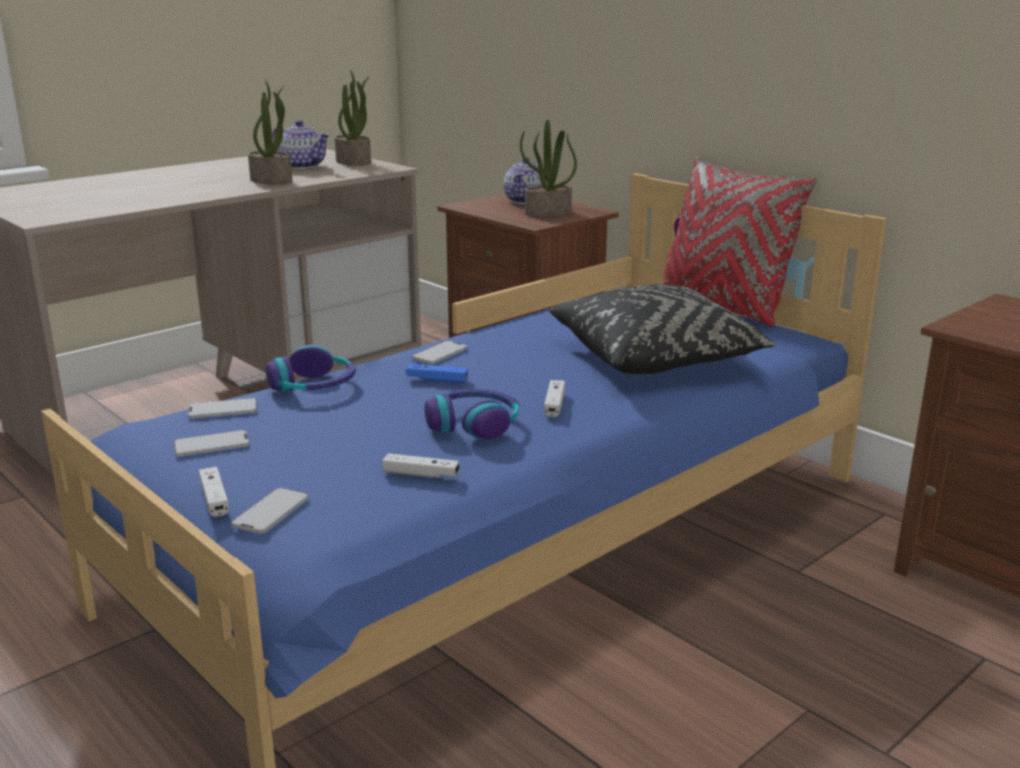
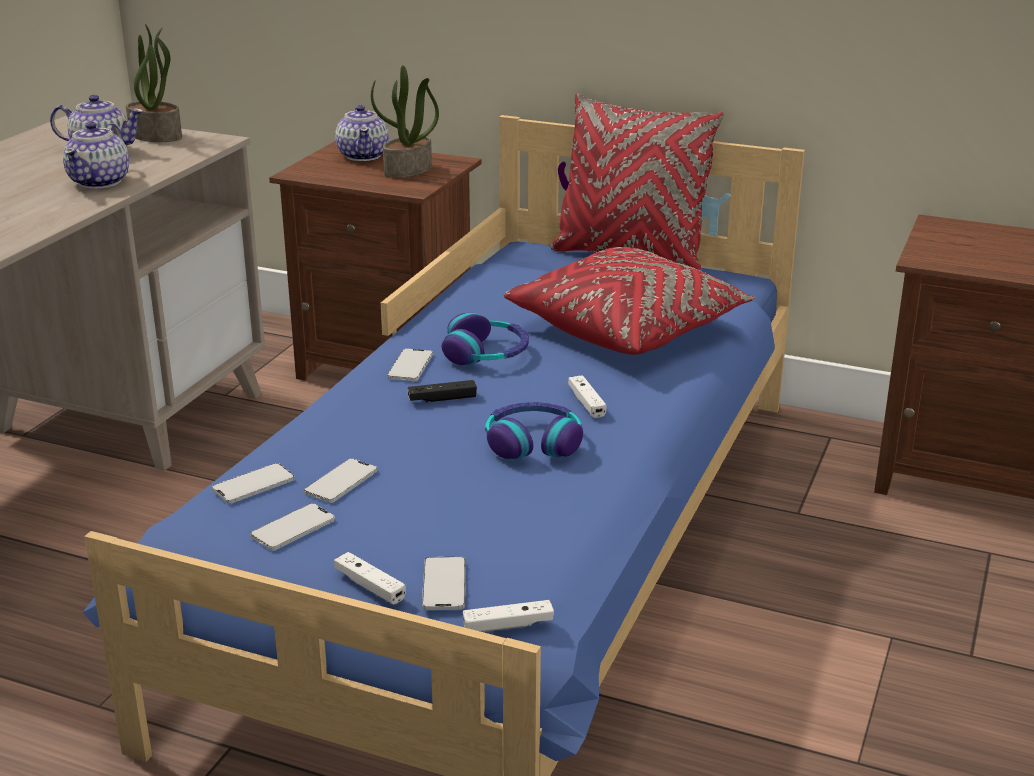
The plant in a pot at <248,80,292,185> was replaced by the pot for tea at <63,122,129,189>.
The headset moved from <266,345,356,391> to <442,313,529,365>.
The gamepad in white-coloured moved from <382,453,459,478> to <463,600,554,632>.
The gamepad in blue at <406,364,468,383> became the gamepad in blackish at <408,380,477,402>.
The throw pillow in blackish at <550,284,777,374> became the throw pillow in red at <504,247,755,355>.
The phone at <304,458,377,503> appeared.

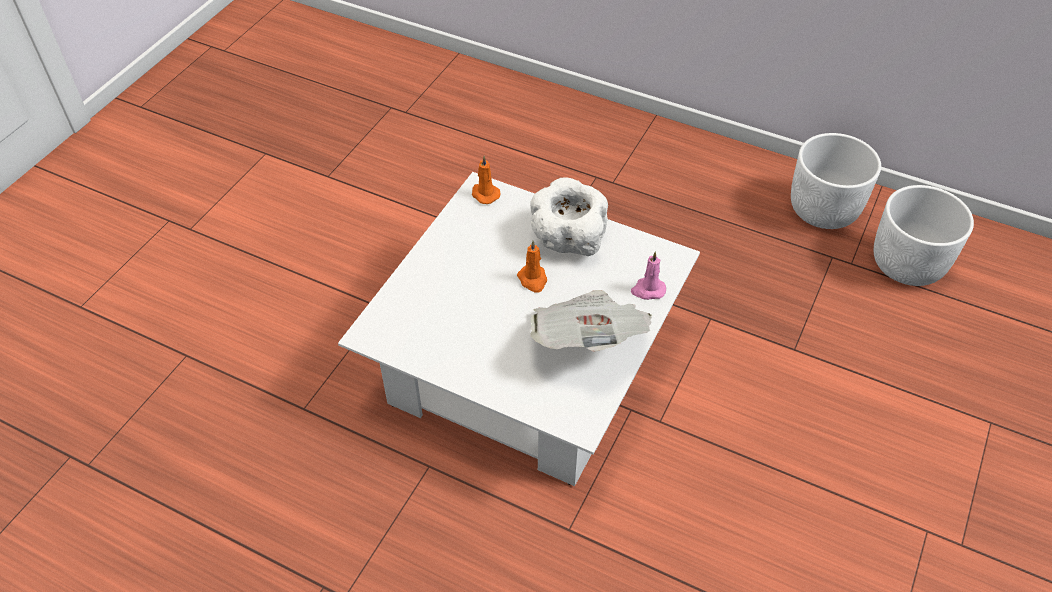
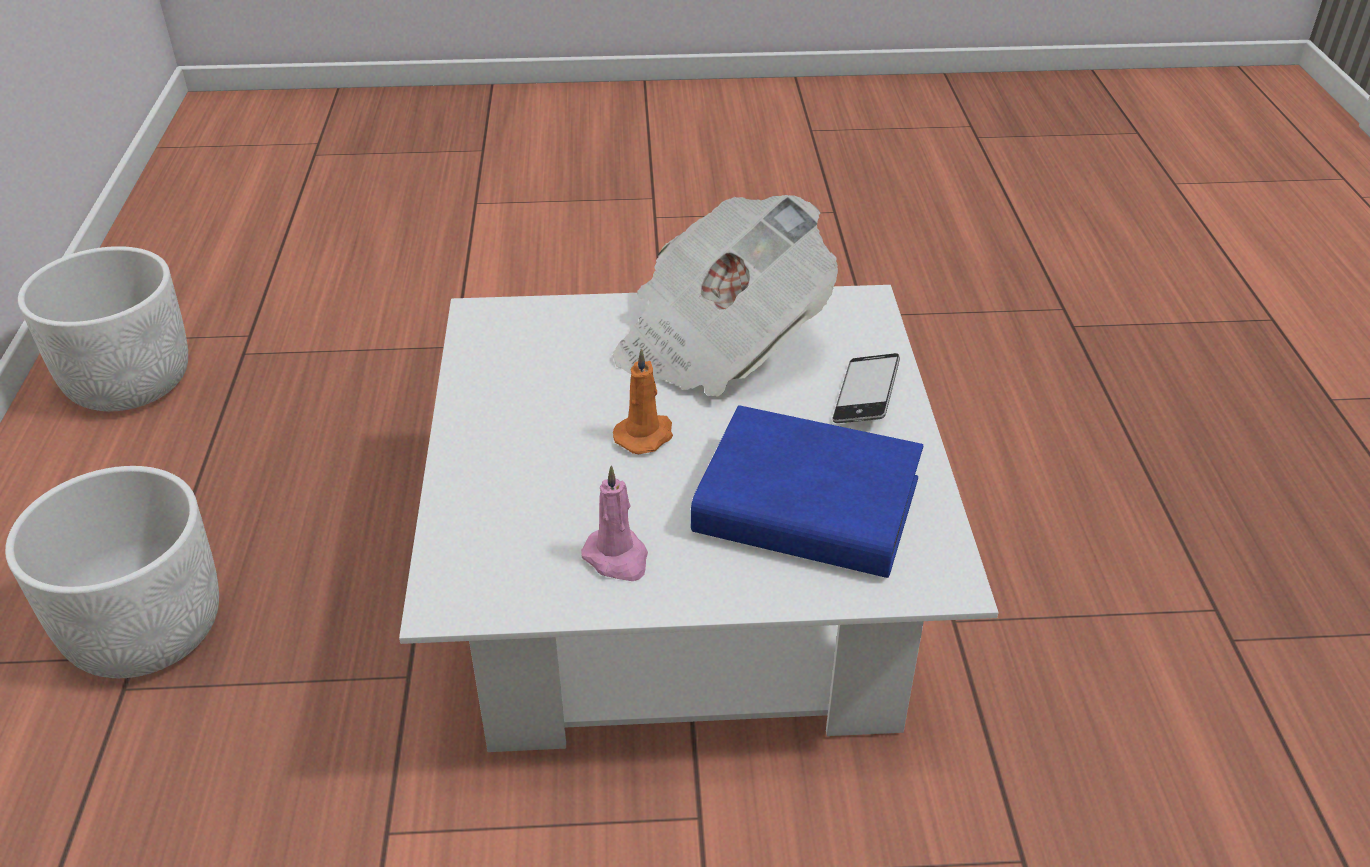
The wax candle in orangey at <472,156,501,204> disappeared.
The deep dish in white-coloured at <530,177,608,256> disappeared.
The wax candle in pinkish moved from <631,251,666,300> to <581,466,648,581>.
The flower pot in white-coloured moved from <874,185,974,286> to <5,466,219,678>.
The book in blue at <691,405,923,578> appeared.
The phone at <833,353,900,423> appeared.

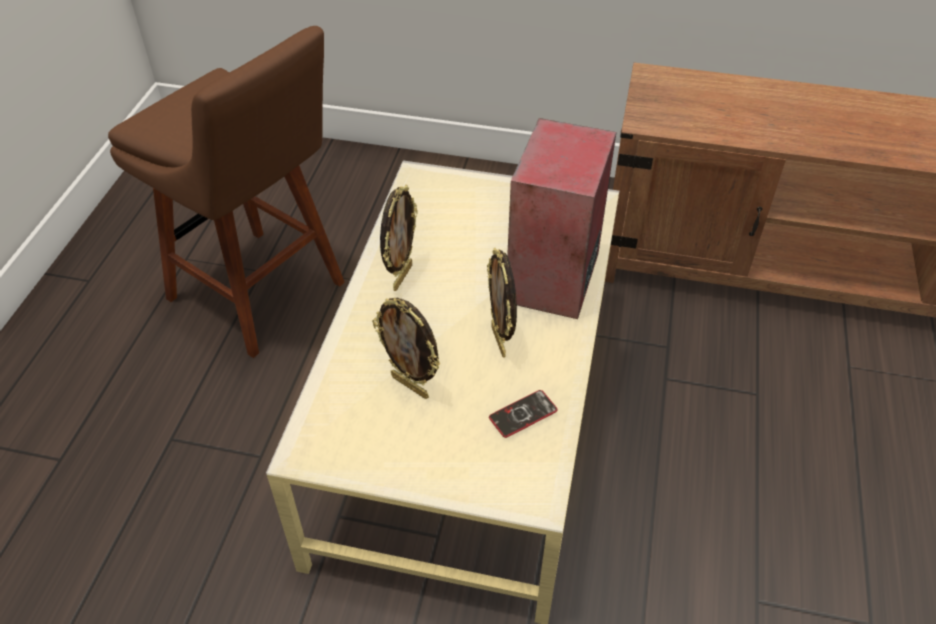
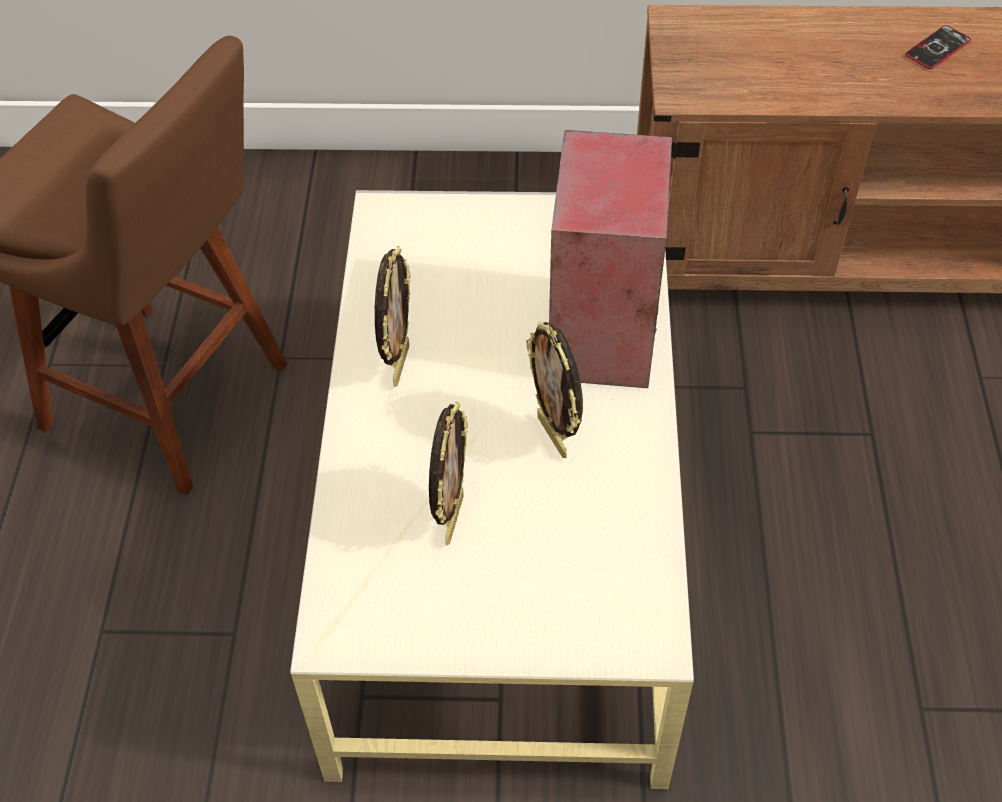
The standing frame at <372,298,440,399> turned 105 degrees counterclockwise.
The phone moved from <489,390,558,438> to <905,25,971,69>.

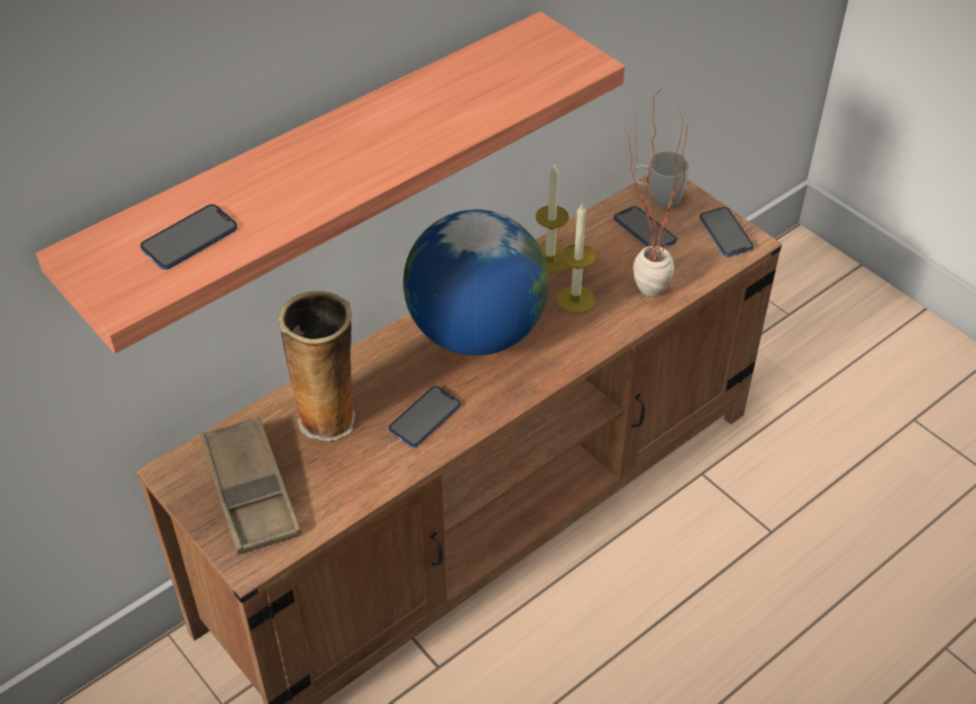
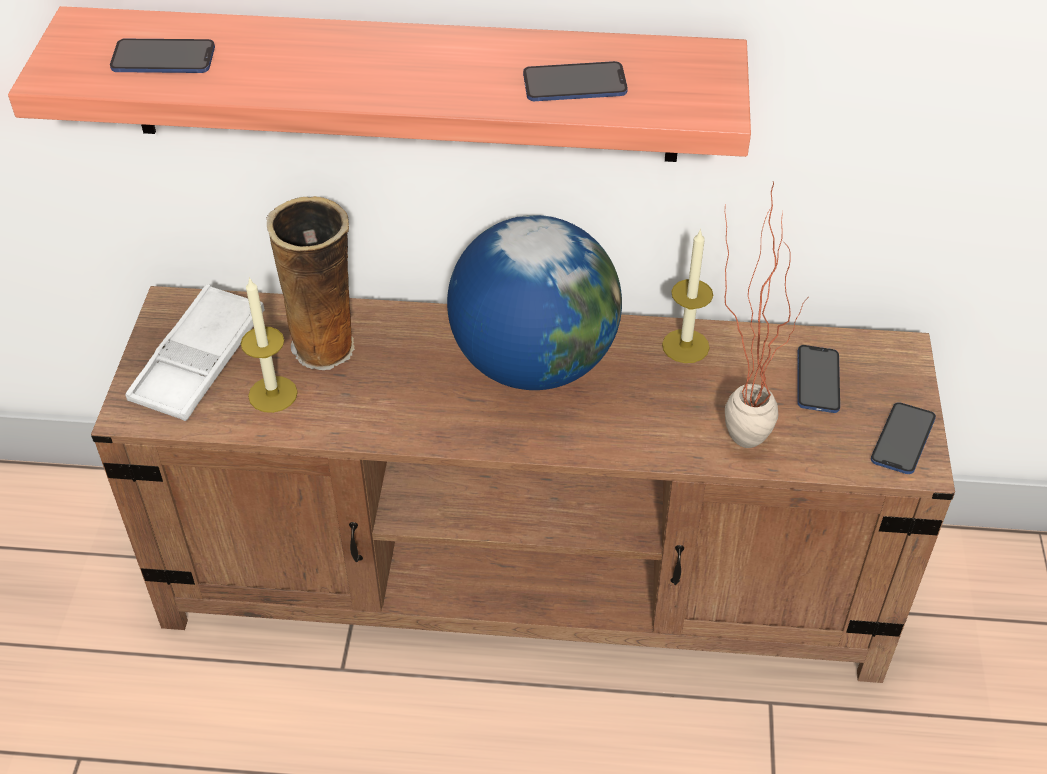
The tray in brownish at <200,417,301,555> became the tray in white-coloured at <125,284,265,421>.
The phone moved from <389,386,460,448> to <523,61,628,101>.
The wax candle moved from <556,202,596,314> to <241,277,298,413>.
The mug in white-coloured at <632,151,689,207> disappeared.

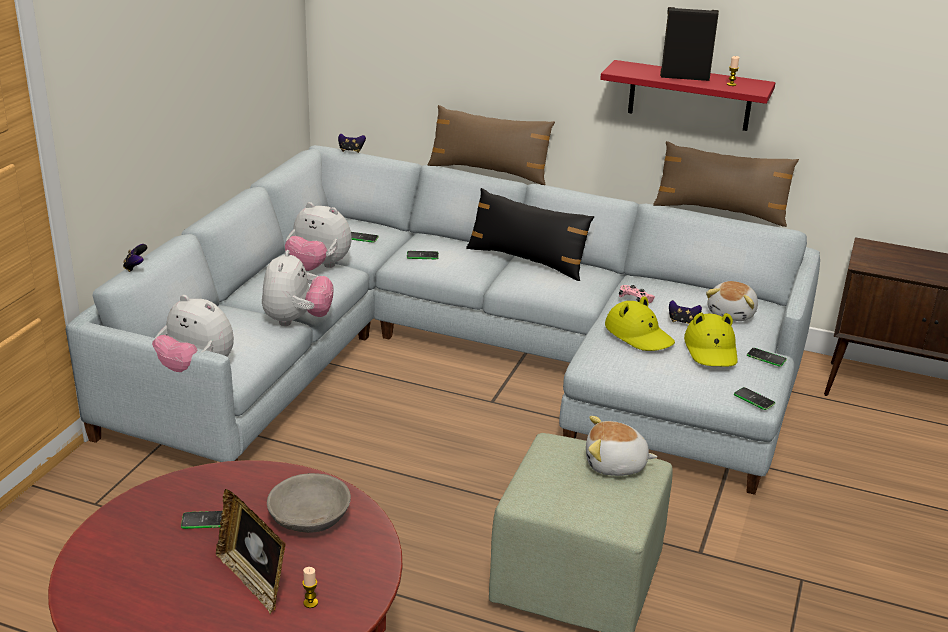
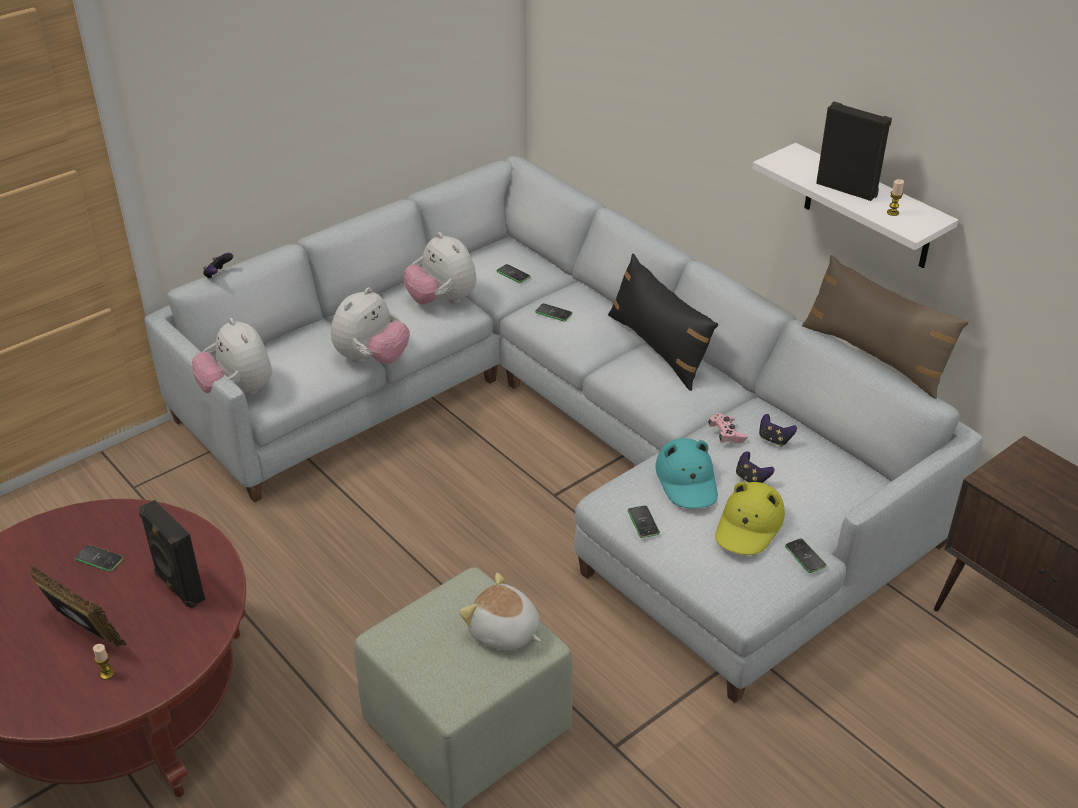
The standing frame at <216,489,286,614> turned 135 degrees clockwise.
The deep dish in grey at <267,473,351,533> was replaced by the audio speaker in blackish at <139,500,205,608>.
The gamepad moved from <338,134,366,153> to <759,414,797,447>.
The throw pillow in brownish at <428,105,555,185> disappeared.
The shelf in red at <600,60,776,131> became the shelf in white-coloured at <752,143,958,268>.
The wearable hat in yellow at <605,296,675,351> became the wearable hat in blue-green at <656,438,718,508>.
The plush toy at <706,281,758,321> disappeared.
The phone moved from <734,387,775,410> to <628,505,660,538>.

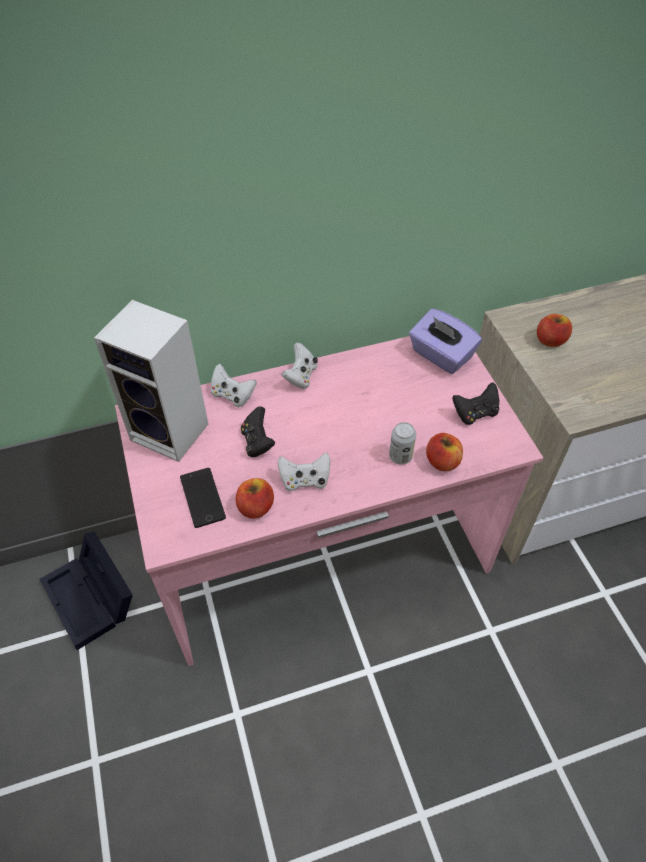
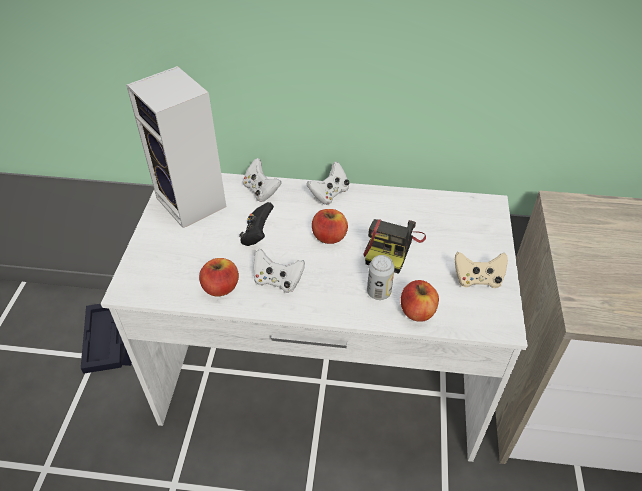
The desk table in pinkish at <115,336,543,666> became the desk table in white-coloured at <101,173,528,462>.
The phone at <180,468,226,528> disappeared.
The tissue box in purple at <409,309,482,374> disappeared.
The gamepad in blackish at <452,382,500,425> became the gamepad in beige-coloured at <455,252,508,288>.
The whole apple moved from <537,314,572,347> to <312,209,348,244>.
The still camera at <363,219,426,274> appeared.

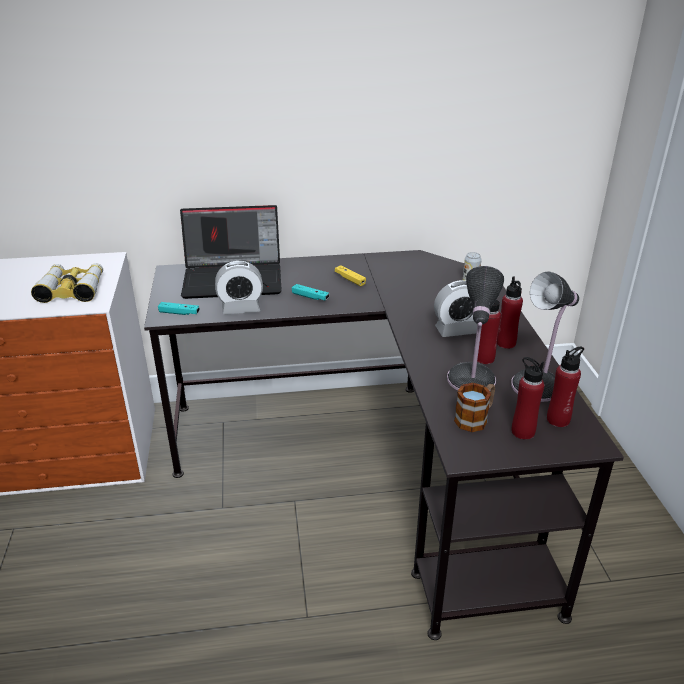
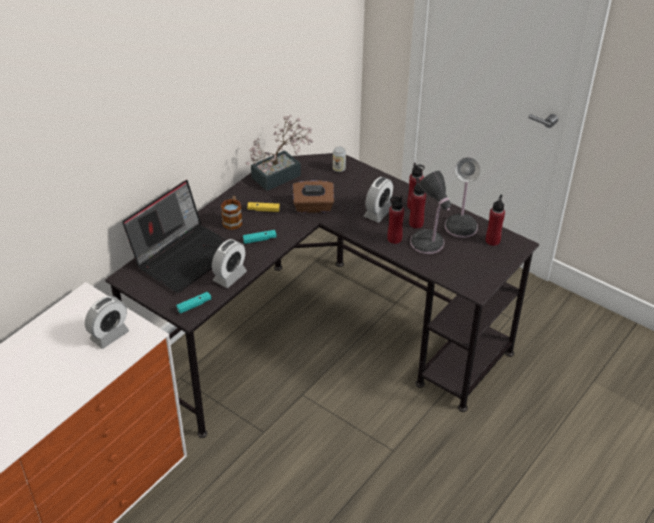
The pair of binoculars at <31,263,103,303> was replaced by the bedside clock at <85,296,129,349>.
The mug moved from <454,383,495,432> to <221,196,243,230>.
The drink bottle in red moved from <511,357,545,440> to <387,195,404,244>.
The plant in a pot at <246,115,313,191> appeared.
The tissue box in brownish at <293,180,334,213> appeared.

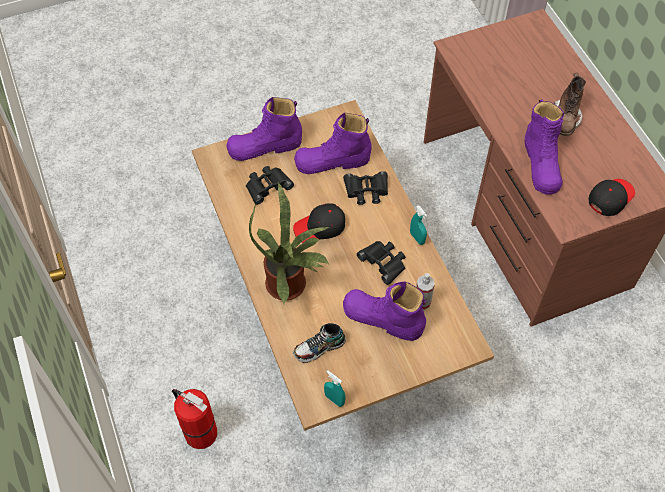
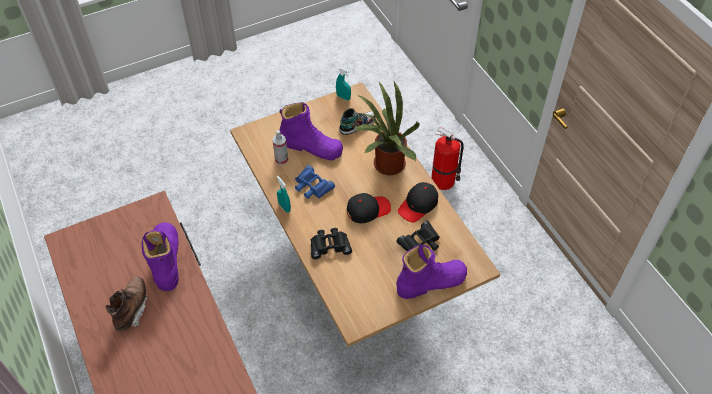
The boot in purple at <294,113,372,174> disappeared.
The pair of binoculars in blackish at <357,241,405,285> became the pair of binoculars in blue at <295,165,335,199>.
The peaked cap in blackish moved from <588,179,635,216> to <398,182,438,223>.

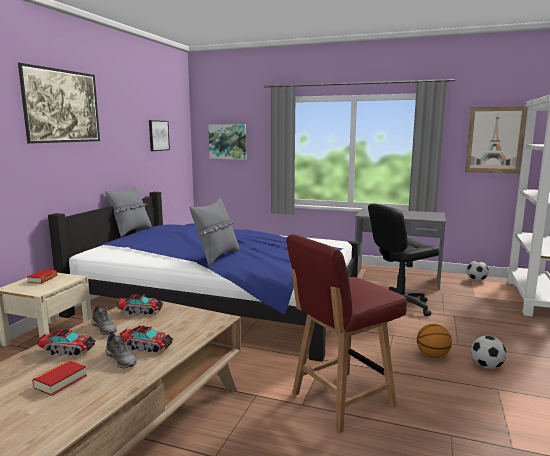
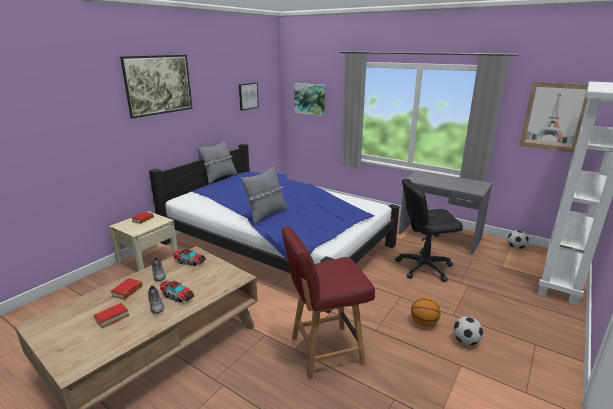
The toy truck at <37,329,96,356> was replaced by the book at <111,278,143,300>.

